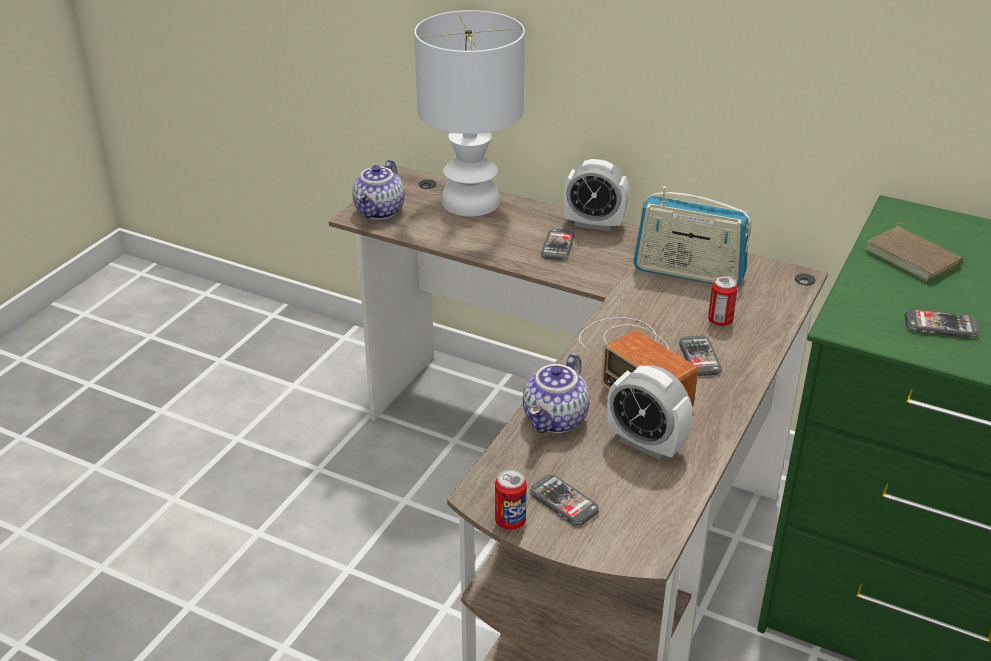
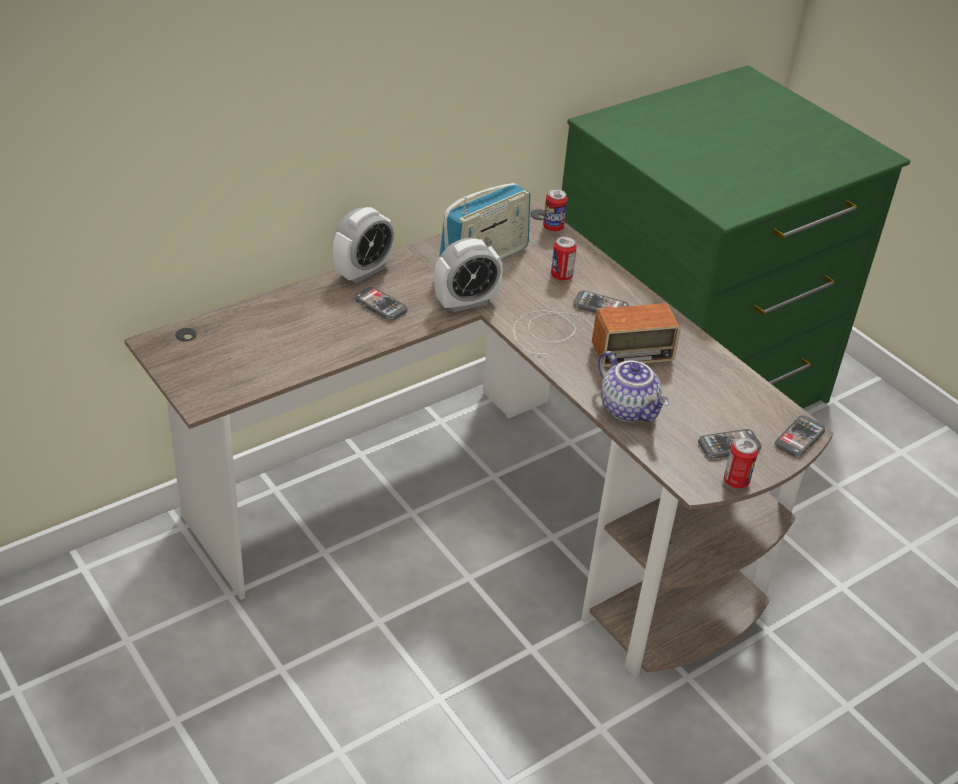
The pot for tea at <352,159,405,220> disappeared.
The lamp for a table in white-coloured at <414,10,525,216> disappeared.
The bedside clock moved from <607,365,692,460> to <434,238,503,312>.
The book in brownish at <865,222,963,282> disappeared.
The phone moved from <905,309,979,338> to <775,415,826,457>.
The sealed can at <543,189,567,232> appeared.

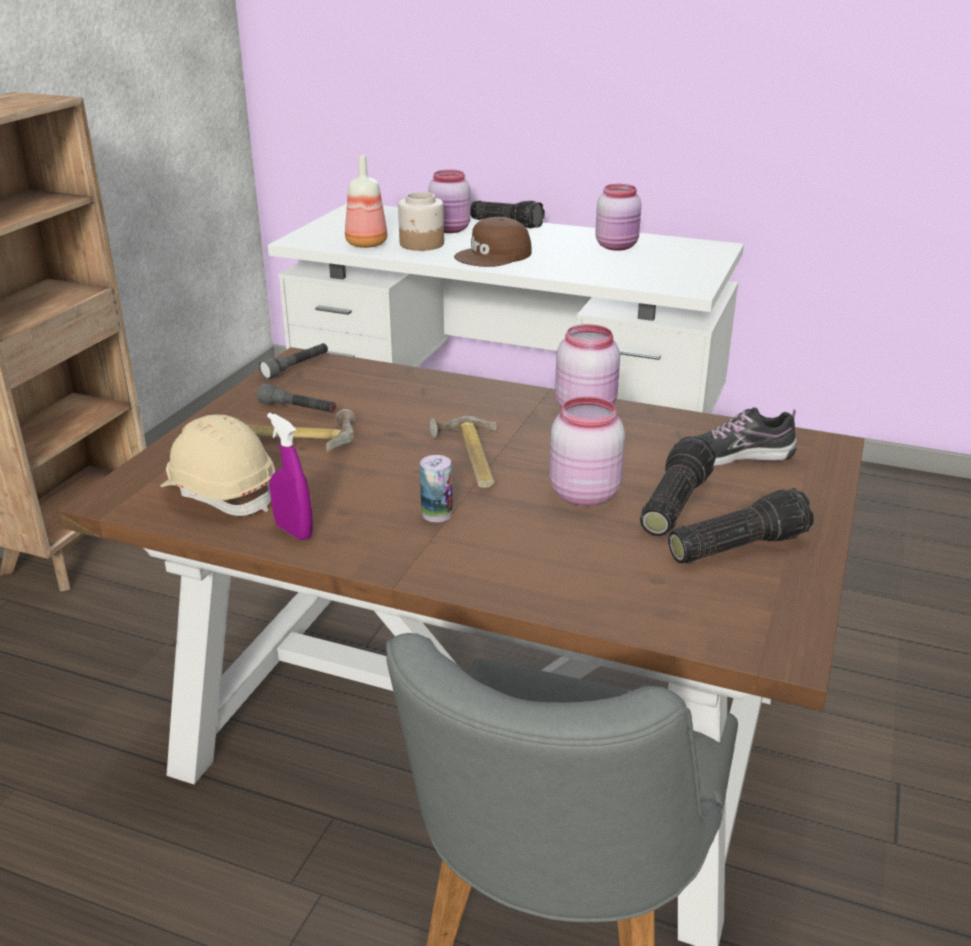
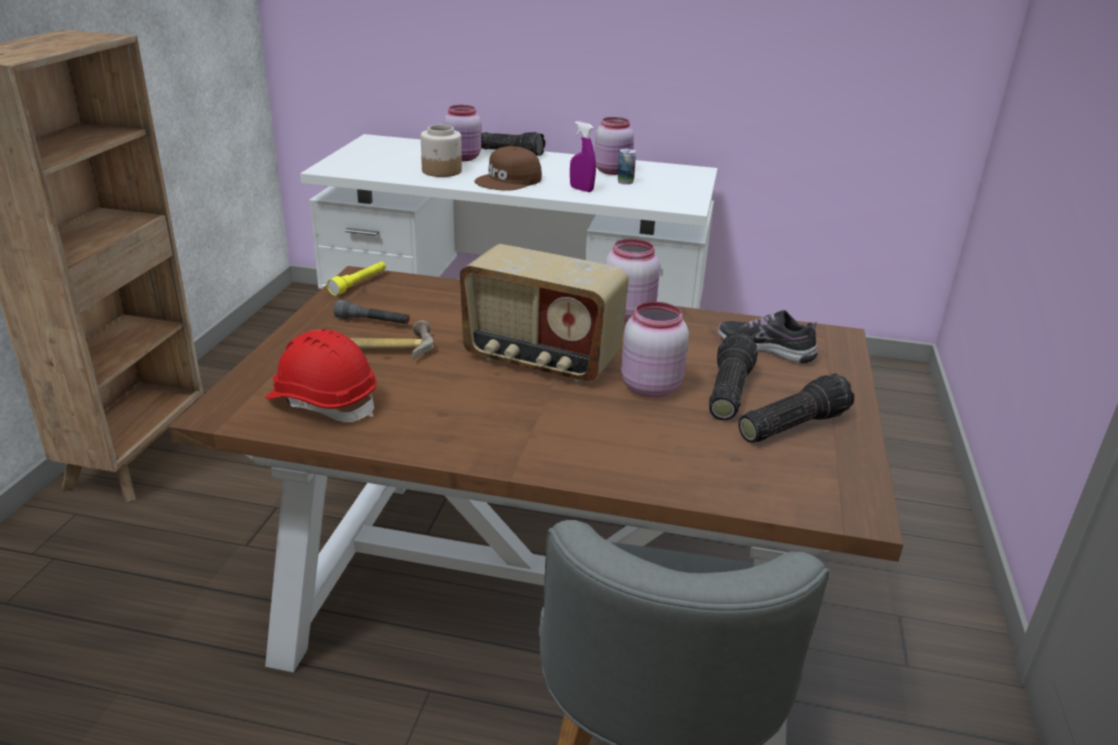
The hard hat in beige-coloured at <160,415,275,516> became the hard hat in red at <265,330,377,422>.
The torch in grey at <259,343,328,379> became the torch in yellow at <327,261,386,296>.
The hand sprayer in purple moved from <267,413,313,540> to <570,121,596,192>.
The drink bottle at <345,155,387,248> disappeared.
The sealed can moved from <420,455,453,522> to <618,149,636,185>.
The tool hammer at <430,416,497,488> was replaced by the radio receiver at <460,244,629,383>.
The low shoe at <691,407,796,466> turned 45 degrees clockwise.

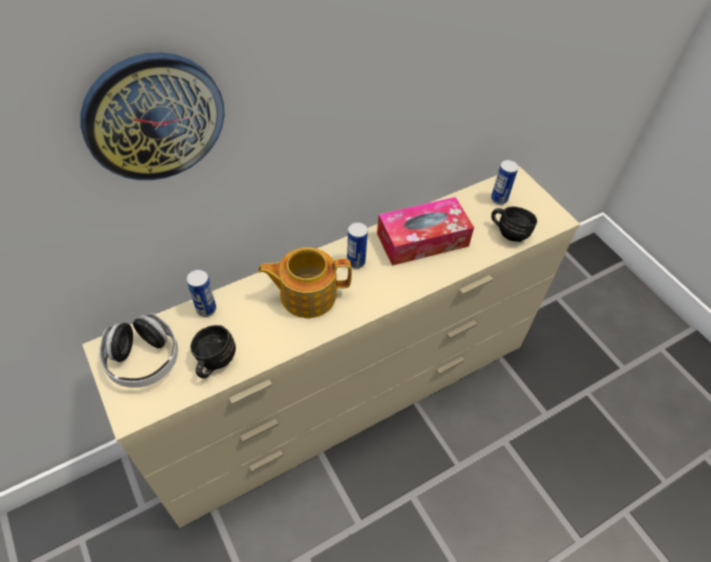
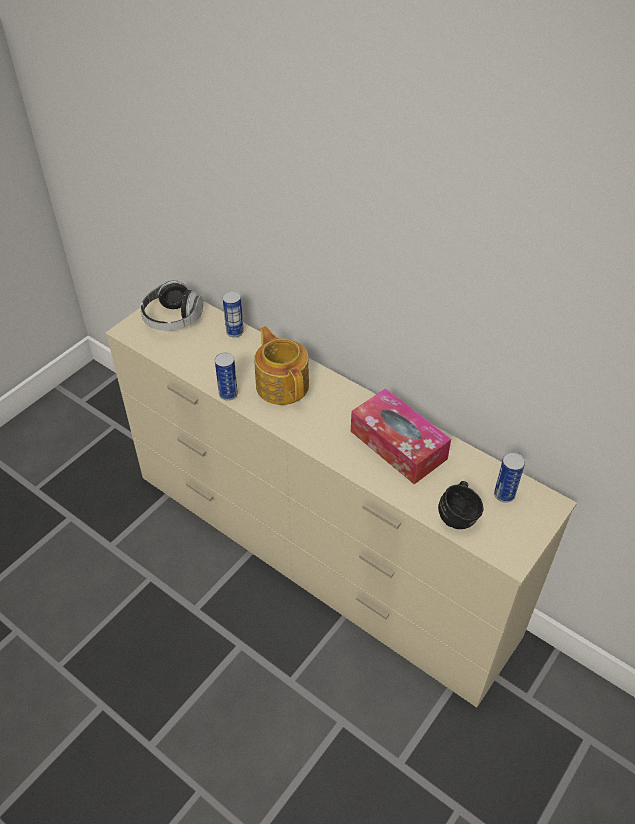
The wall clock at <80,52,225,180> disappeared.
The mug in blackish at <190,325,236,378> disappeared.
The sealed can moved from <347,222,368,269> to <215,353,238,401>.

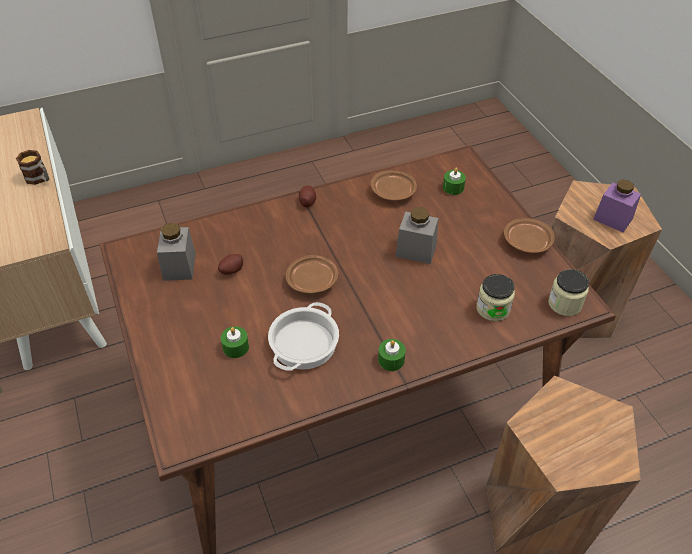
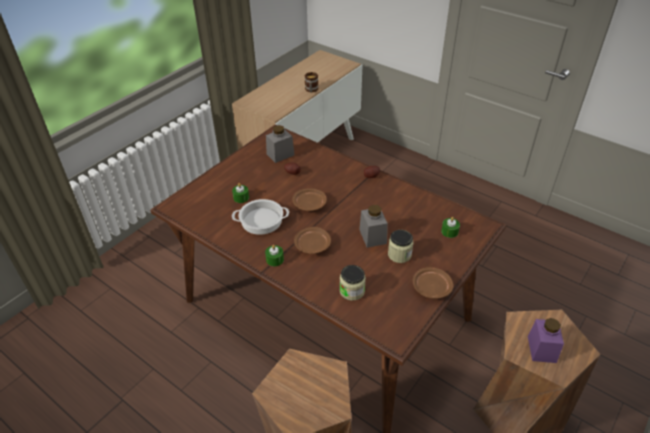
The flat dish in brownish moved from <371,170,417,201> to <294,227,331,254>.
The preserve jar moved from <548,269,589,316> to <388,230,413,263>.

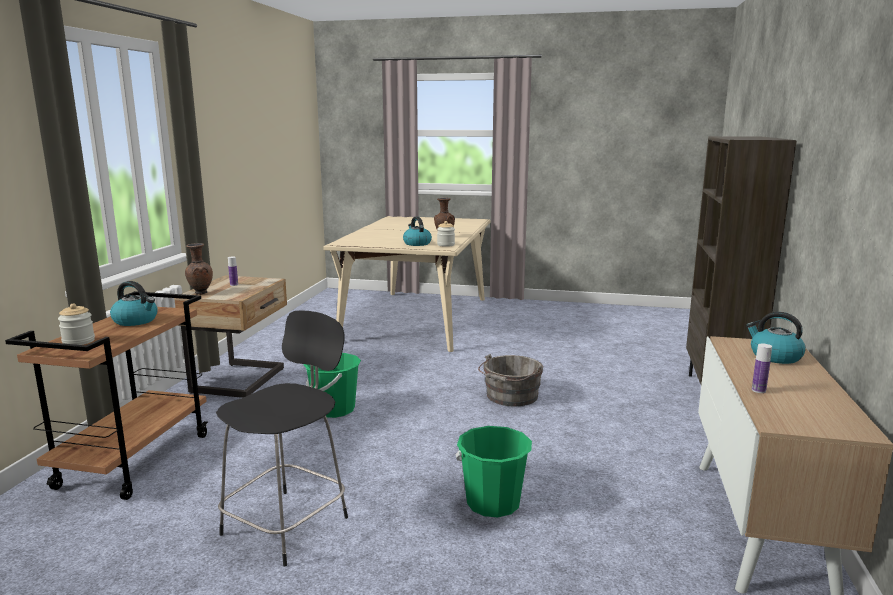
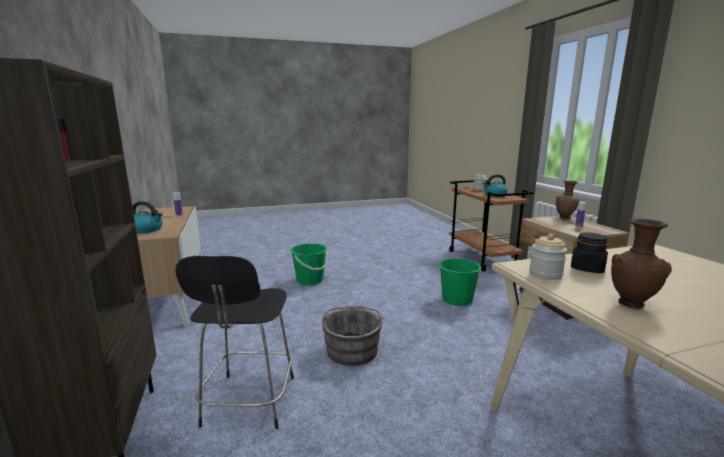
The stool seat in blackish moved from <216,310,348,567> to <175,256,294,429>.
The kettle at <403,217,432,246> was replaced by the preserve jar in blackish at <571,233,608,273>.

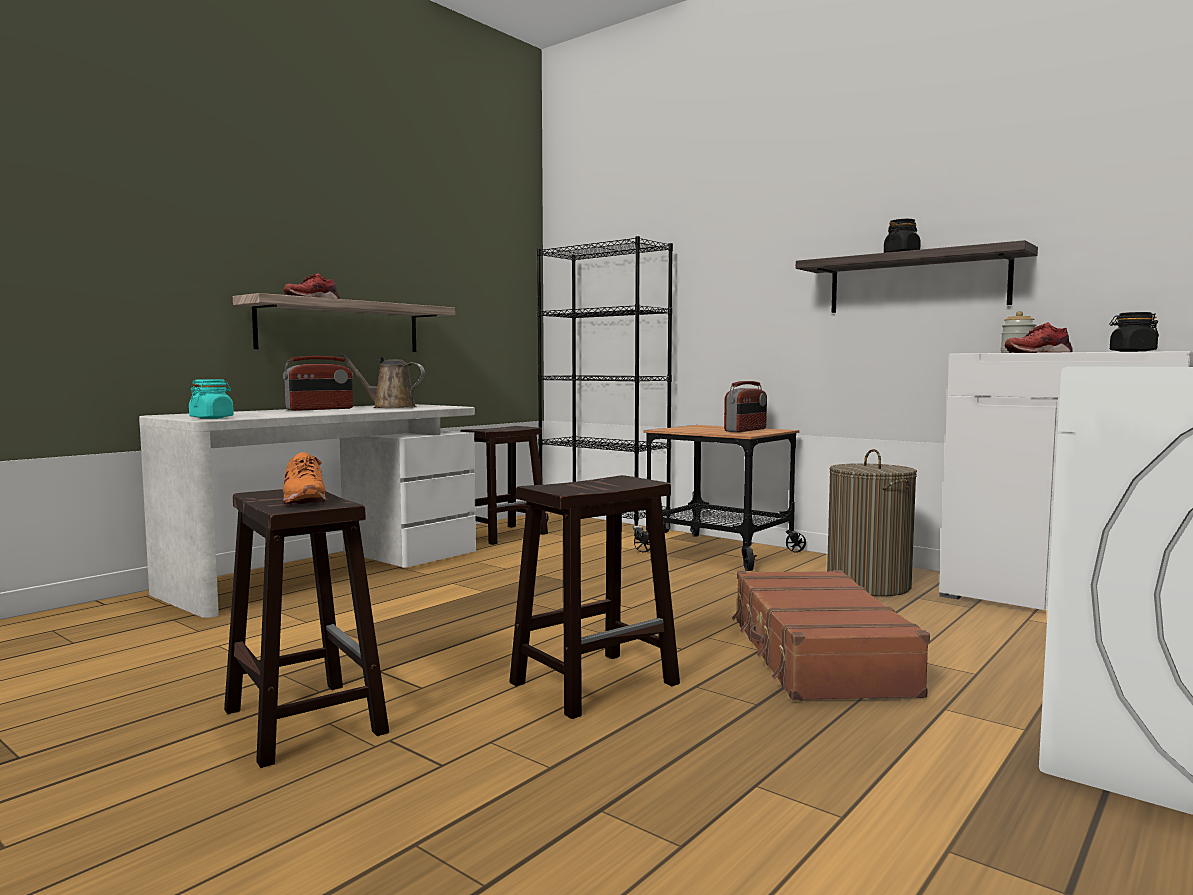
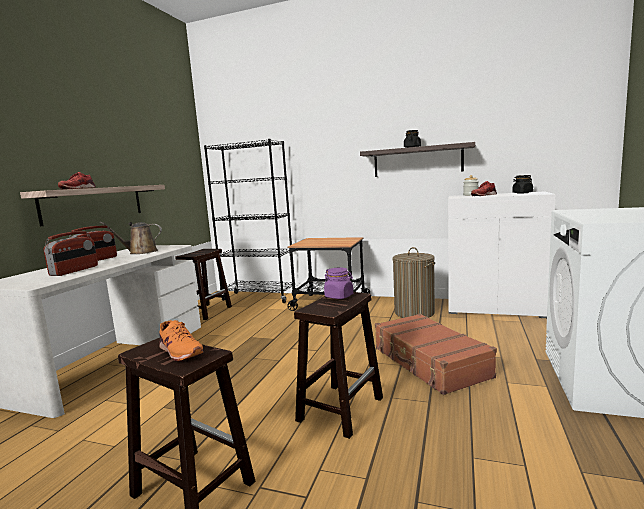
The preserve jar in blue-green at <189,379,234,419> disappeared.
The radio receiver moved from <724,381,767,432> to <44,231,98,276>.
The preserve jar in purple at <324,268,353,299> appeared.

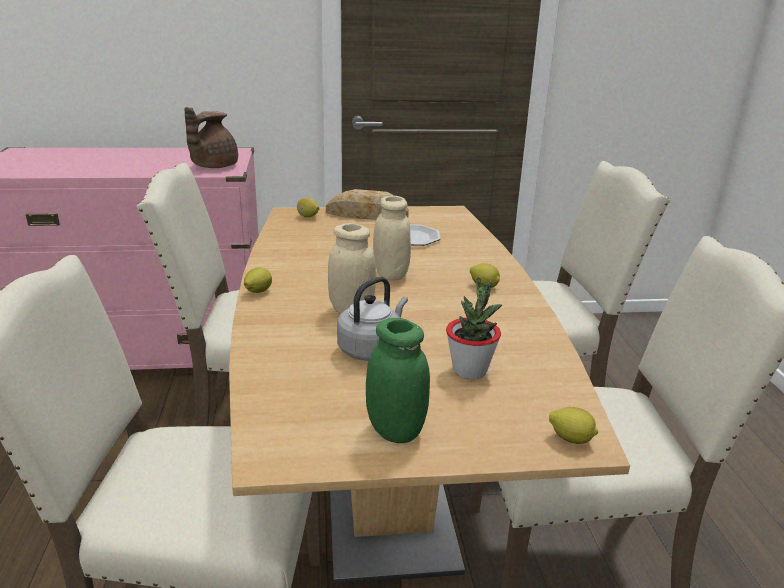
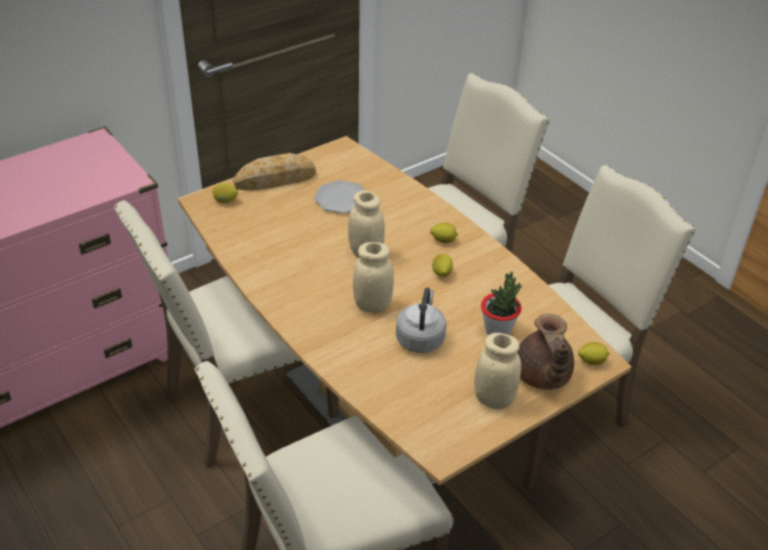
The pot for tea in brownish moved from <184,107,238,168> to <517,314,574,390>.
The lemon moved from <244,267,272,293> to <432,254,453,277>.
The preserve jar in green-coloured at <366,318,430,443> became the preserve jar in beige-coloured at <474,333,521,409>.

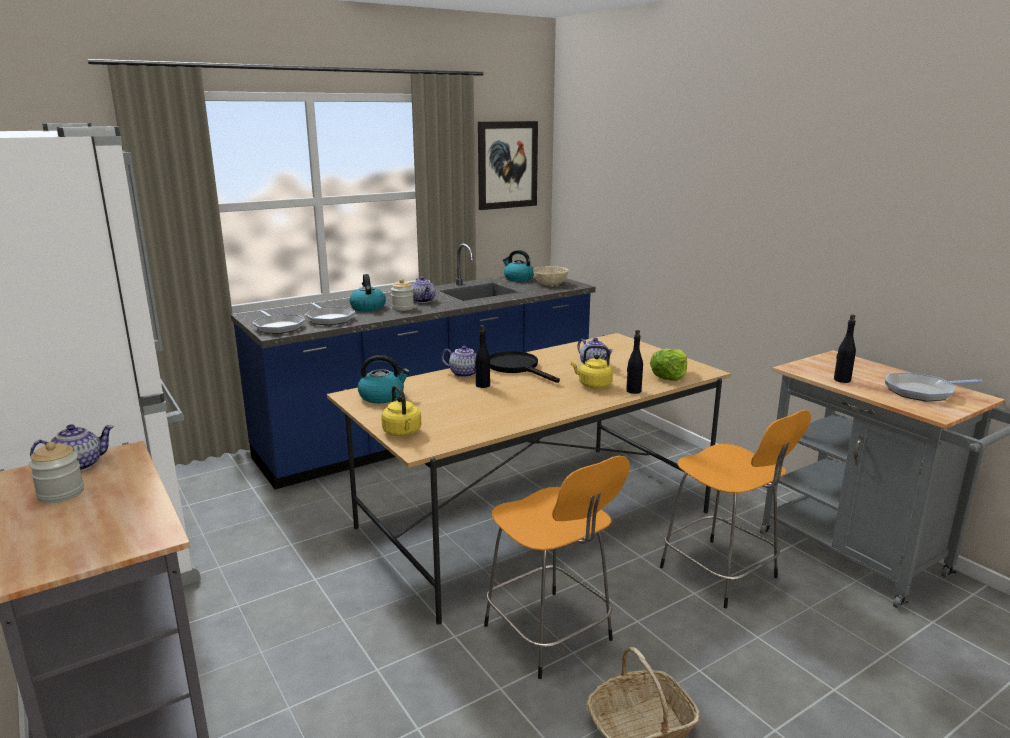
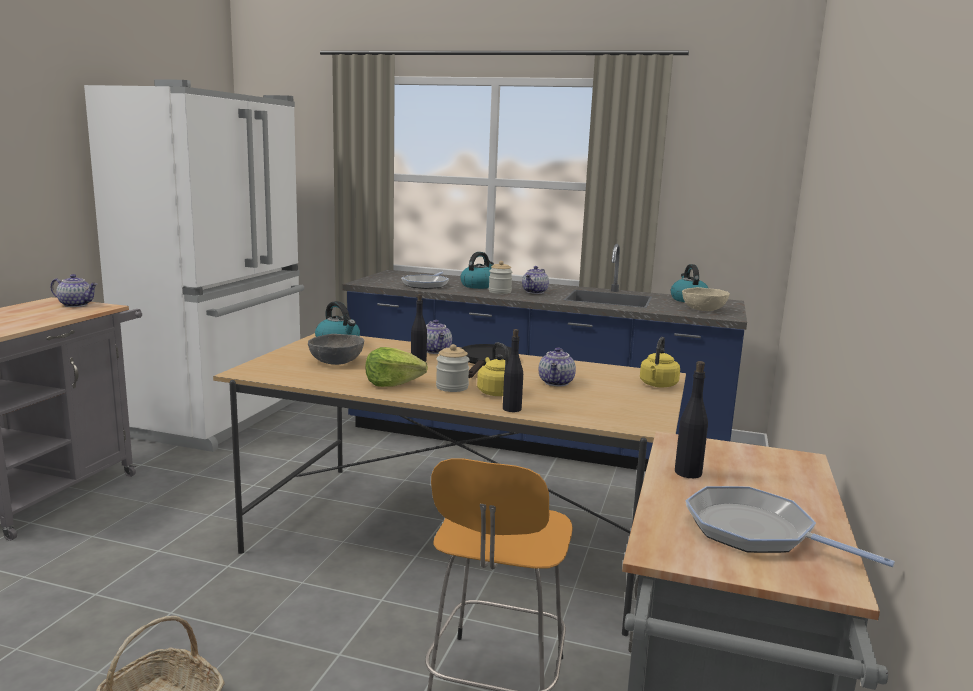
The preserve jar moved from <29,442,84,503> to <436,344,470,392>.
The skillet at <252,310,305,334> disappeared.
The kettle in yellow moved from <381,385,421,436> to <640,337,680,388>.
The picture at <478,121,538,210> disappeared.
The stool seat in orangey at <484,456,630,679> disappeared.
The lettuce moved from <650,349,687,381> to <366,347,428,387>.
The deep dish in grey at <308,334,364,365> appeared.

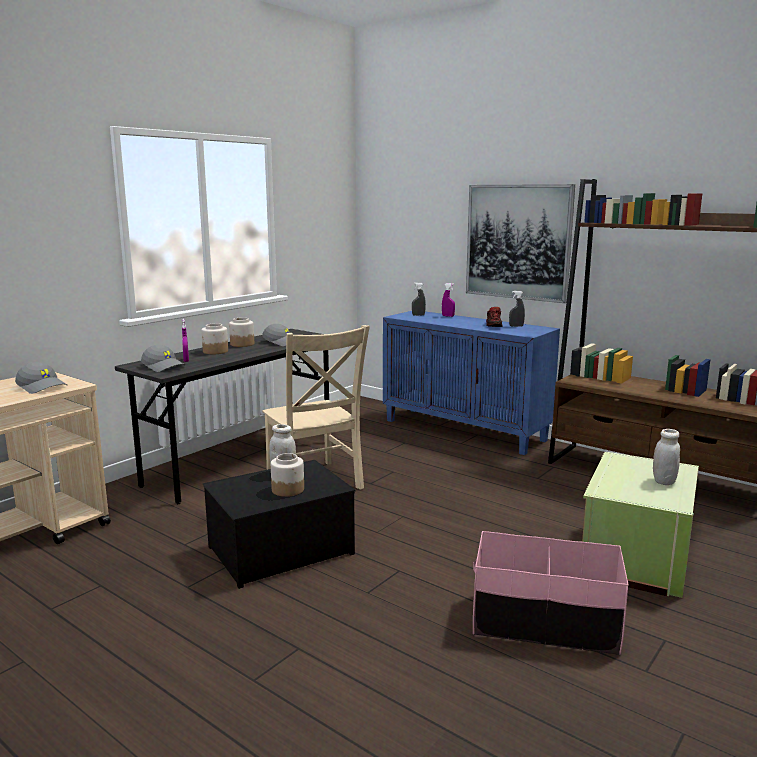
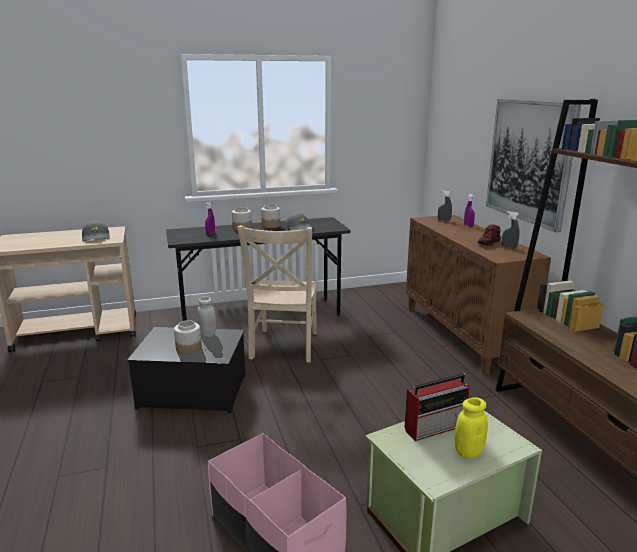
The peaked cap in grey at <141,345,185,372> disappeared.
The storage cabinet in blue at <383,311,560,455> became the storage cabinet in brownish at <406,215,551,375>.
The preserve jar in white-coloured at <653,429,680,485> became the preserve jar in yellow at <455,397,488,459>.
The radio receiver at <404,373,470,441> appeared.

